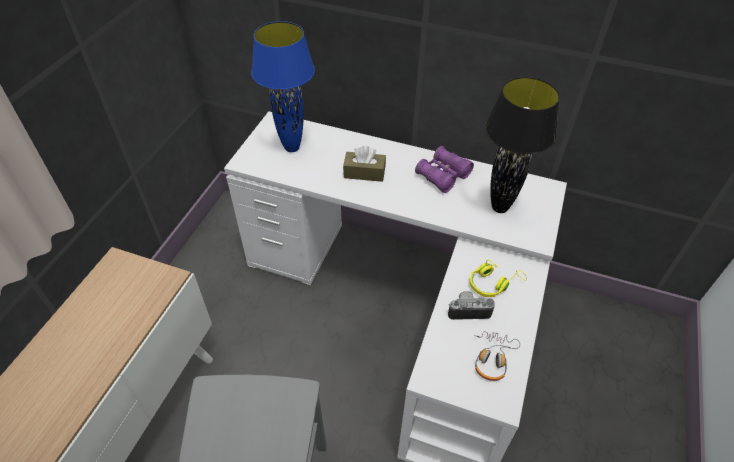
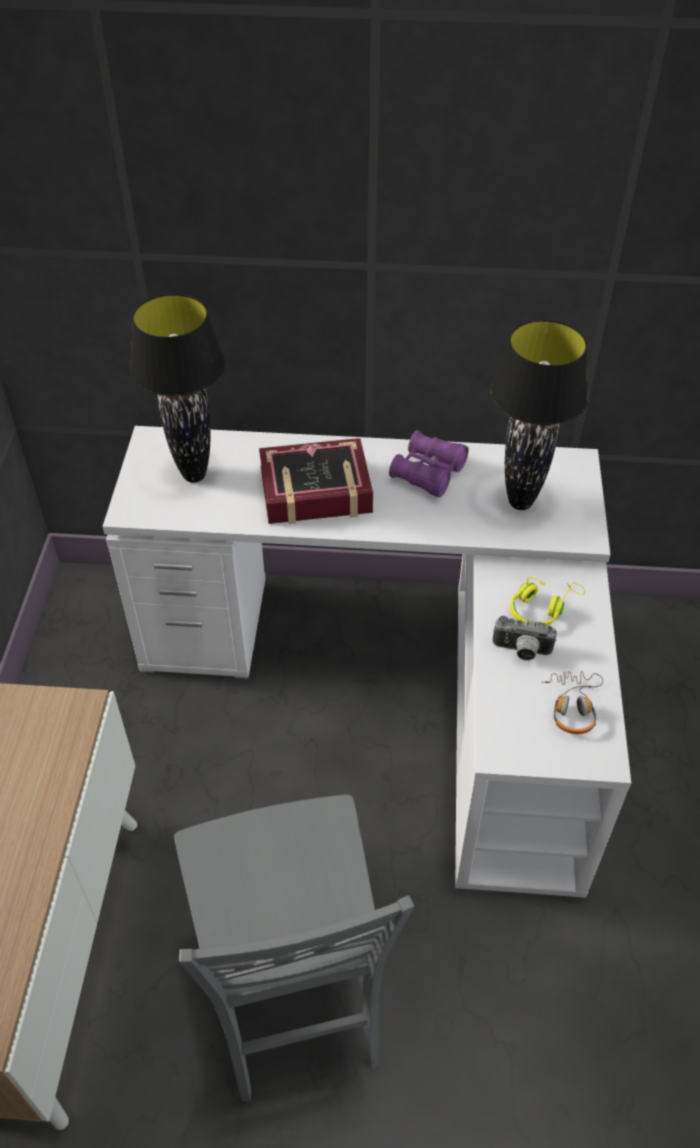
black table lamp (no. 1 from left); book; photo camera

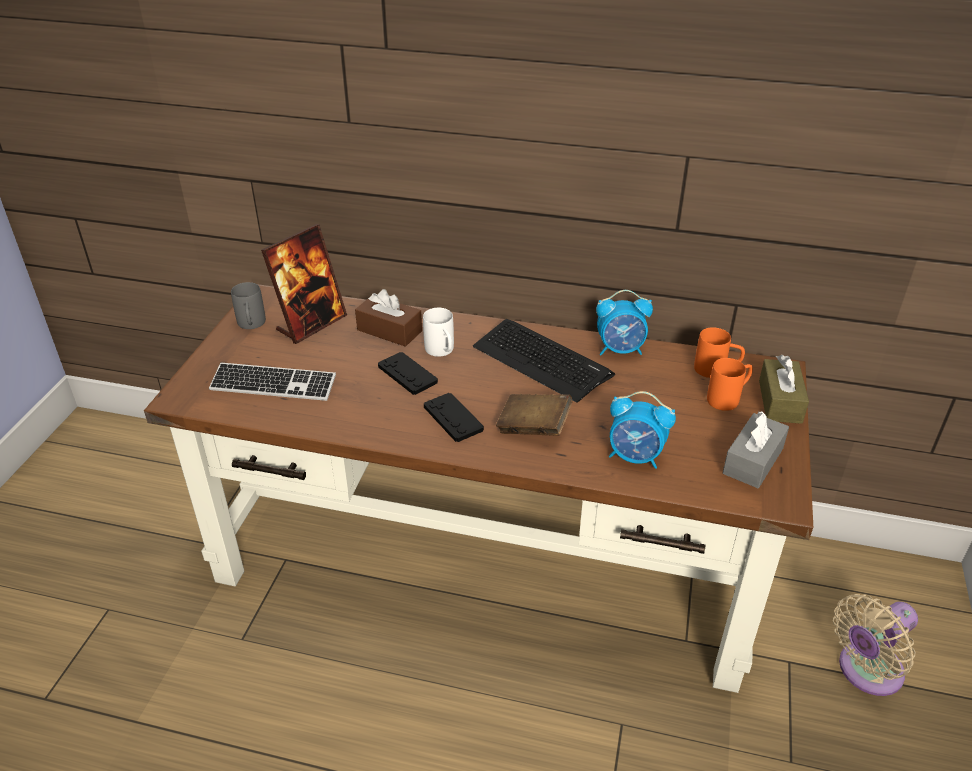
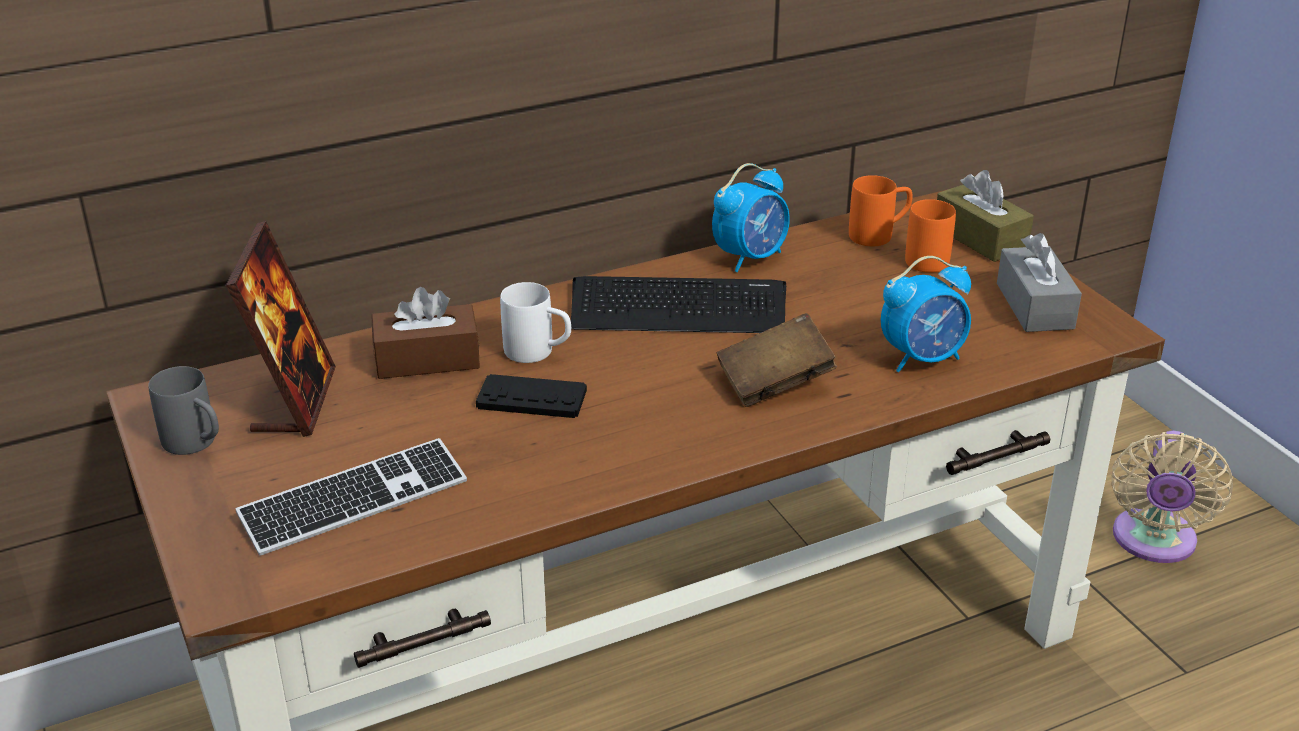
black game controller (no. 2 from left in the first image)

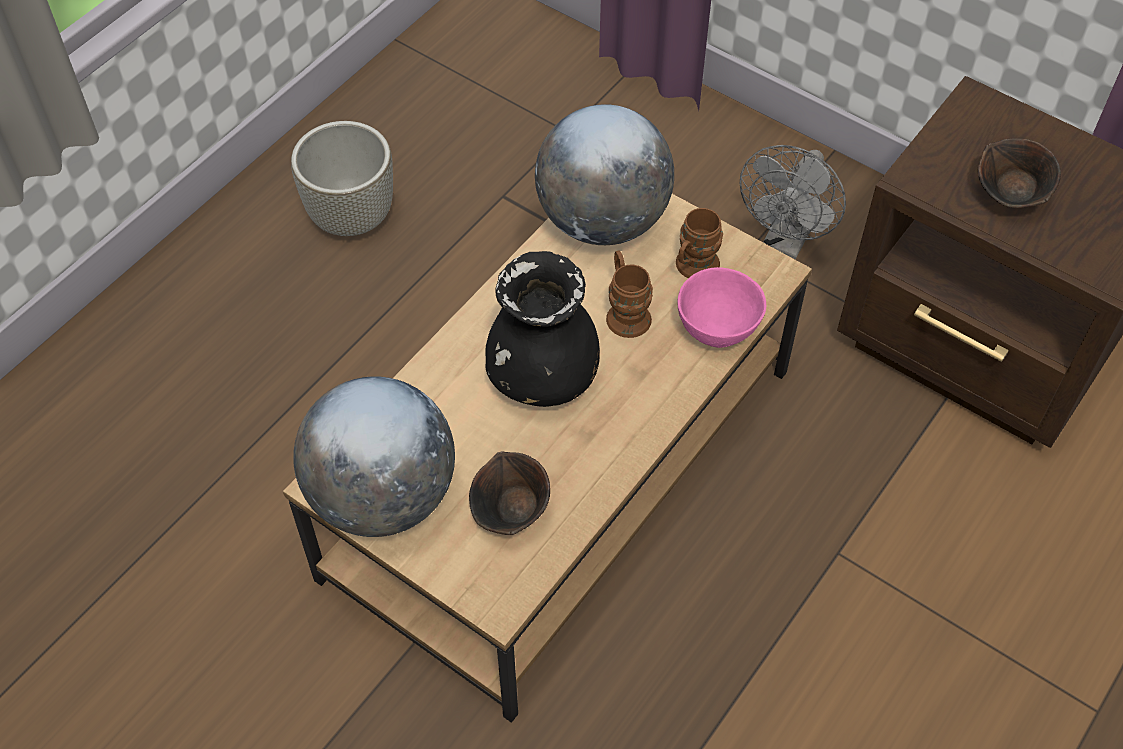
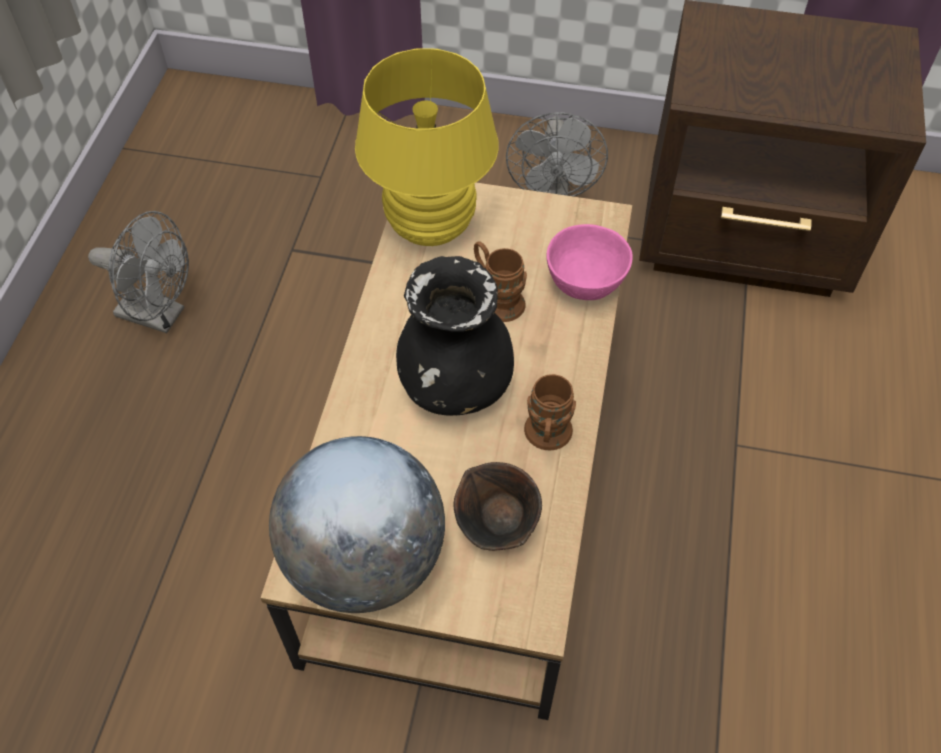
grey fan (no. 1 from left); yellow table lamp; brown mug (no. 2 from left); brown bowl (no. 2 from left in the first image)

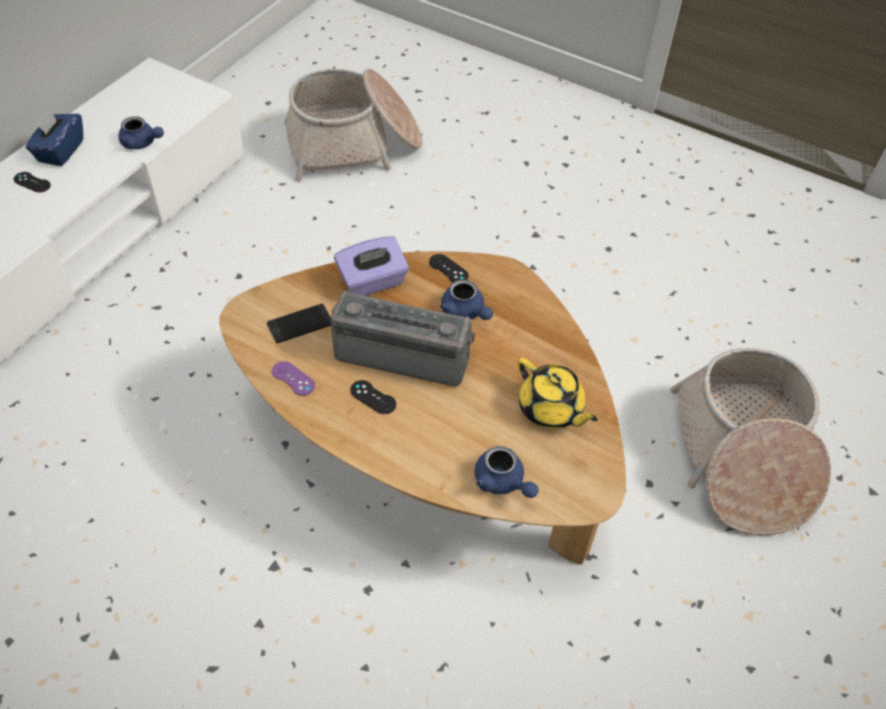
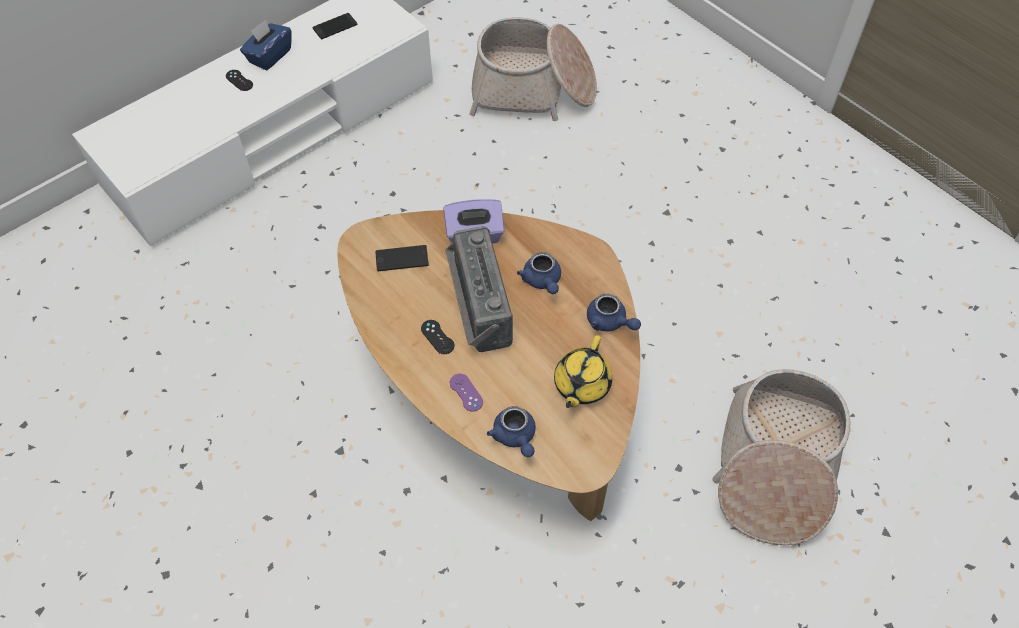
phone (no. 1 from left); radio; purple game controller; yellow teapot; blue teapot (no. 3 from left); black game controller (no. 3 from left in the first image)

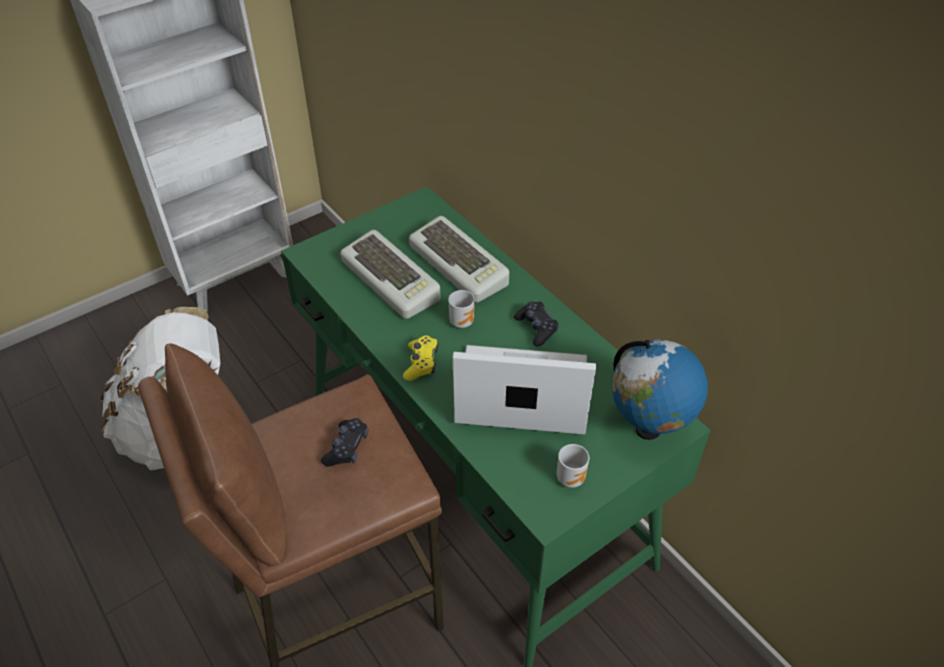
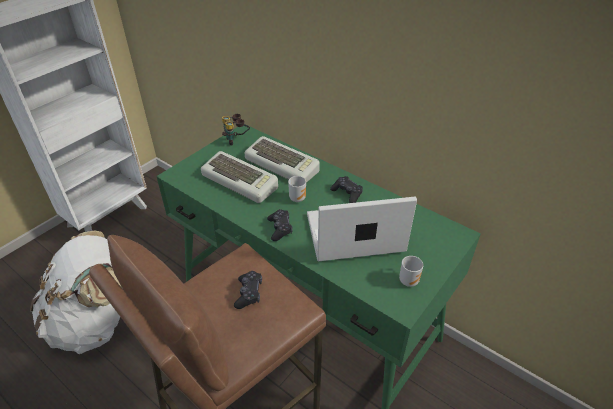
binoculars; black game controller (no. 2 from left); globe

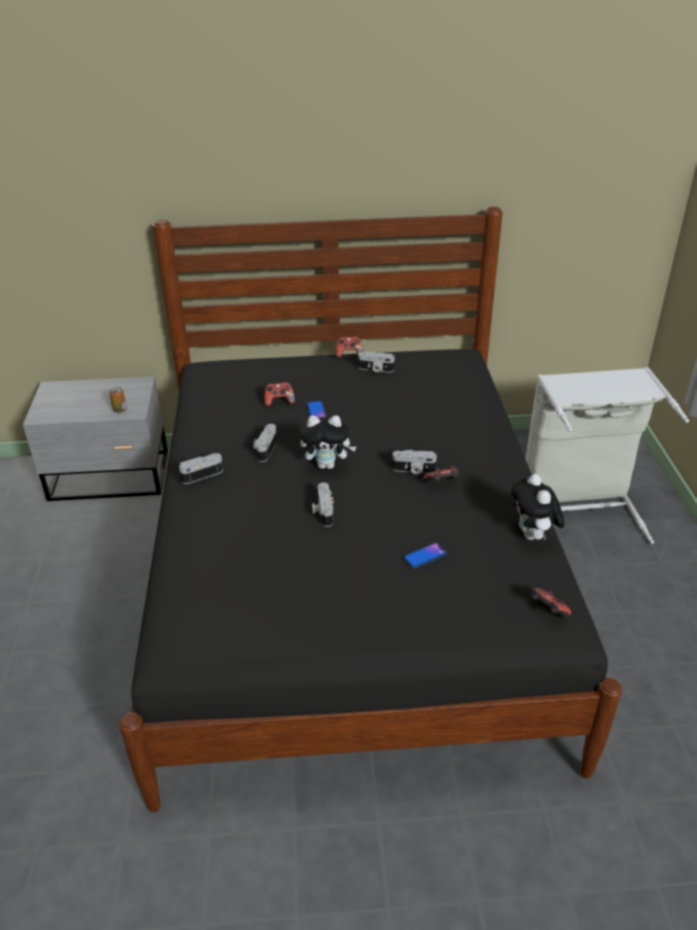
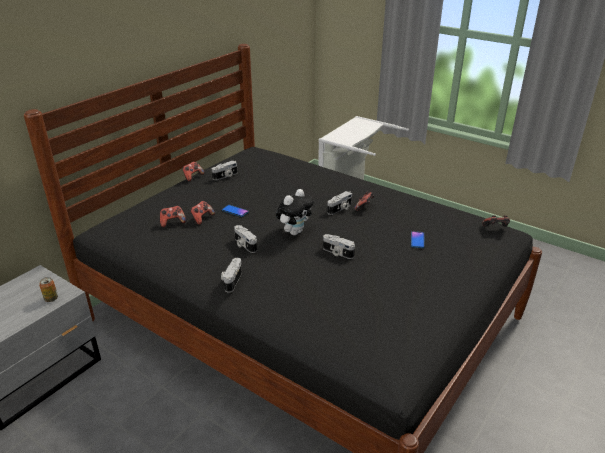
game controller (no. 1 from left); plush toy (no. 2 from left in the first image)

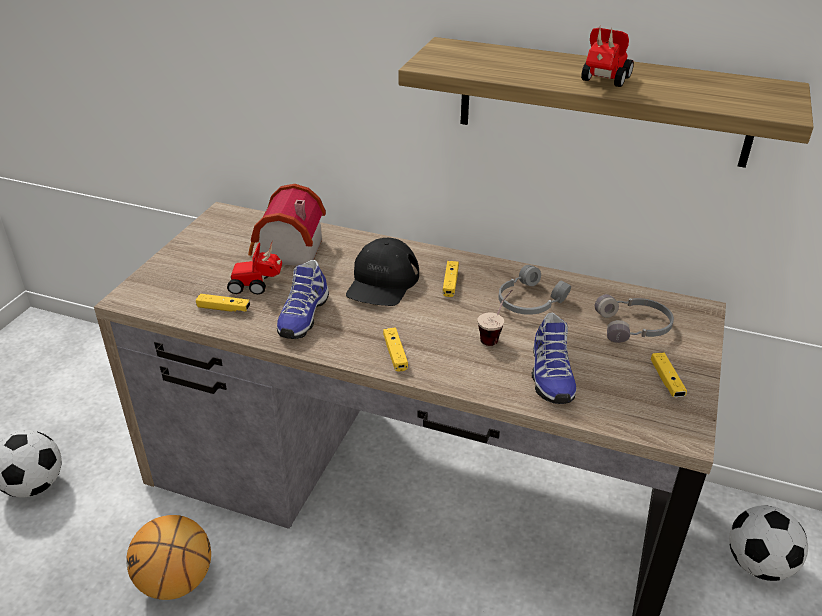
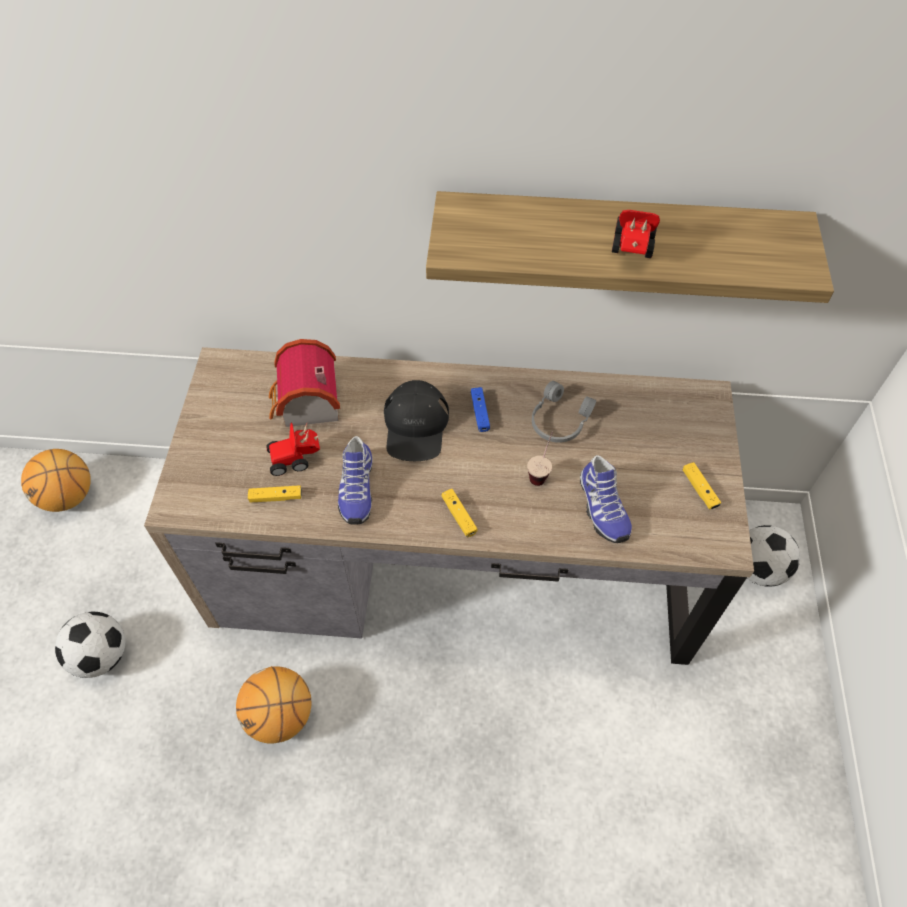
basketball (no. 1 from left); blue game controller; grey headphones (no. 2 from left in the first image)

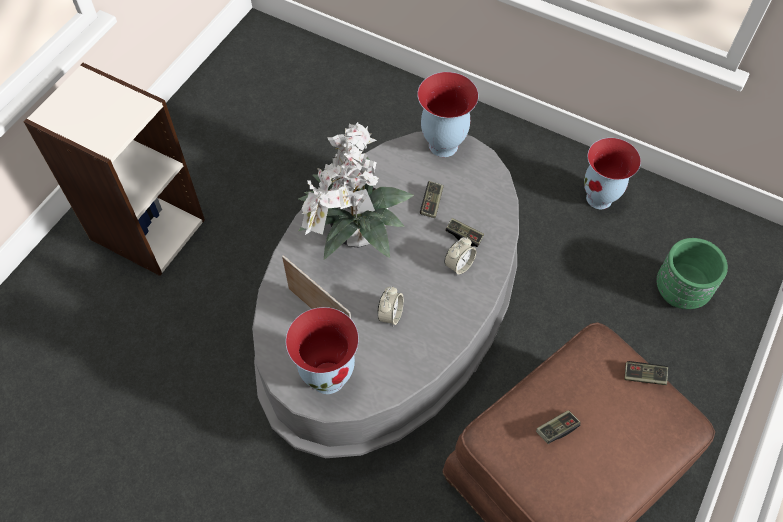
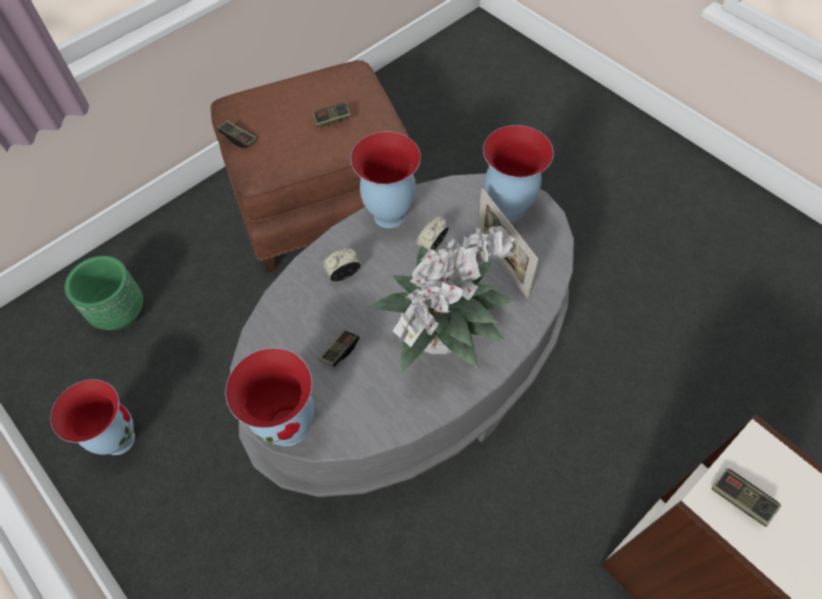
vase (no. 3 from left); game controller (no. 4 from left)

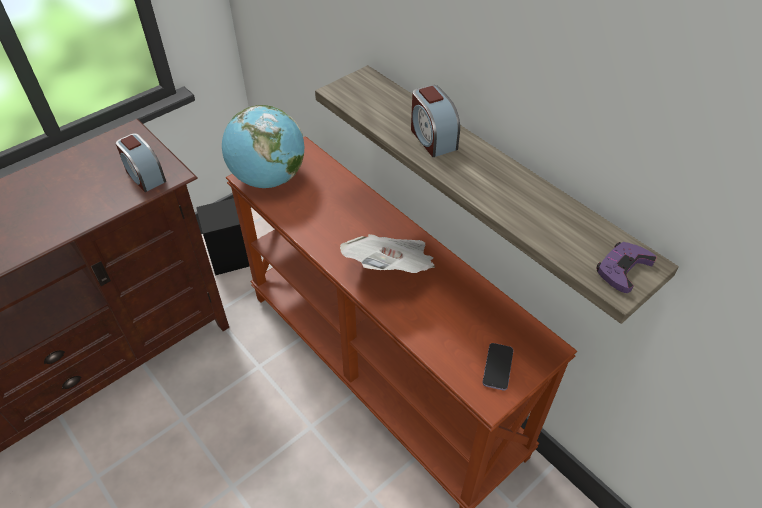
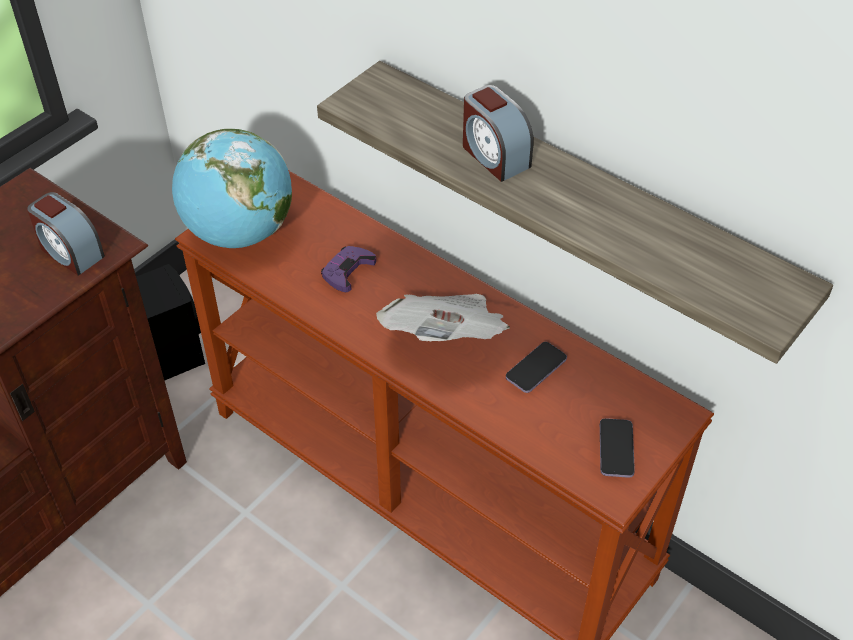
purple game controller; phone (no. 1 from left)

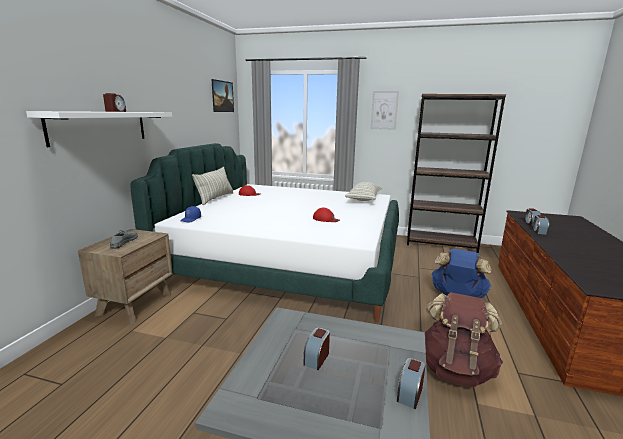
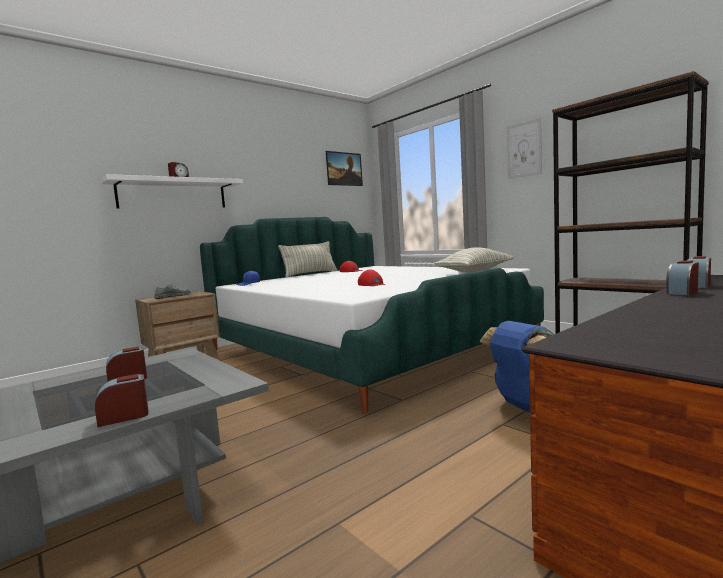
brown backpack

